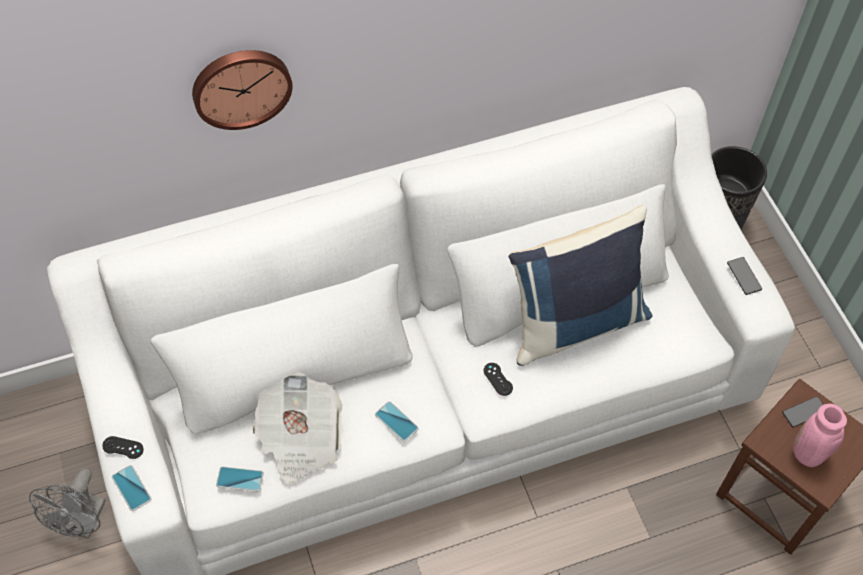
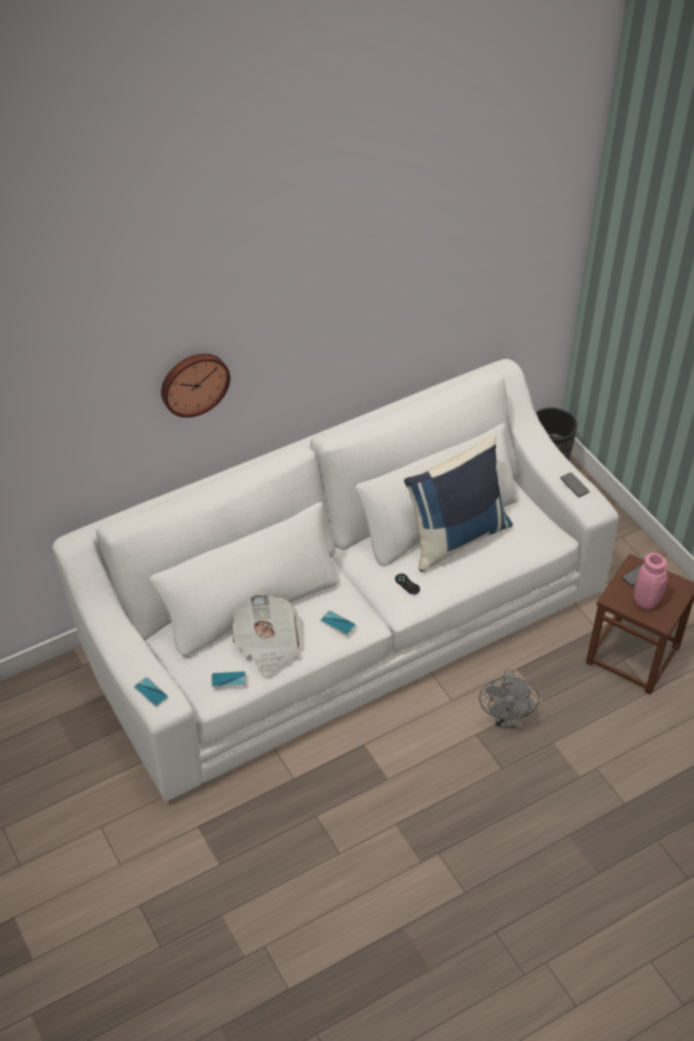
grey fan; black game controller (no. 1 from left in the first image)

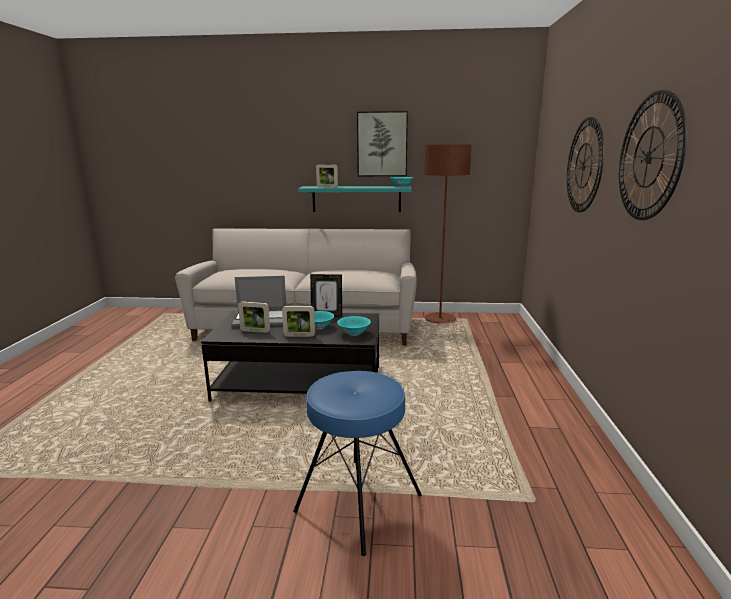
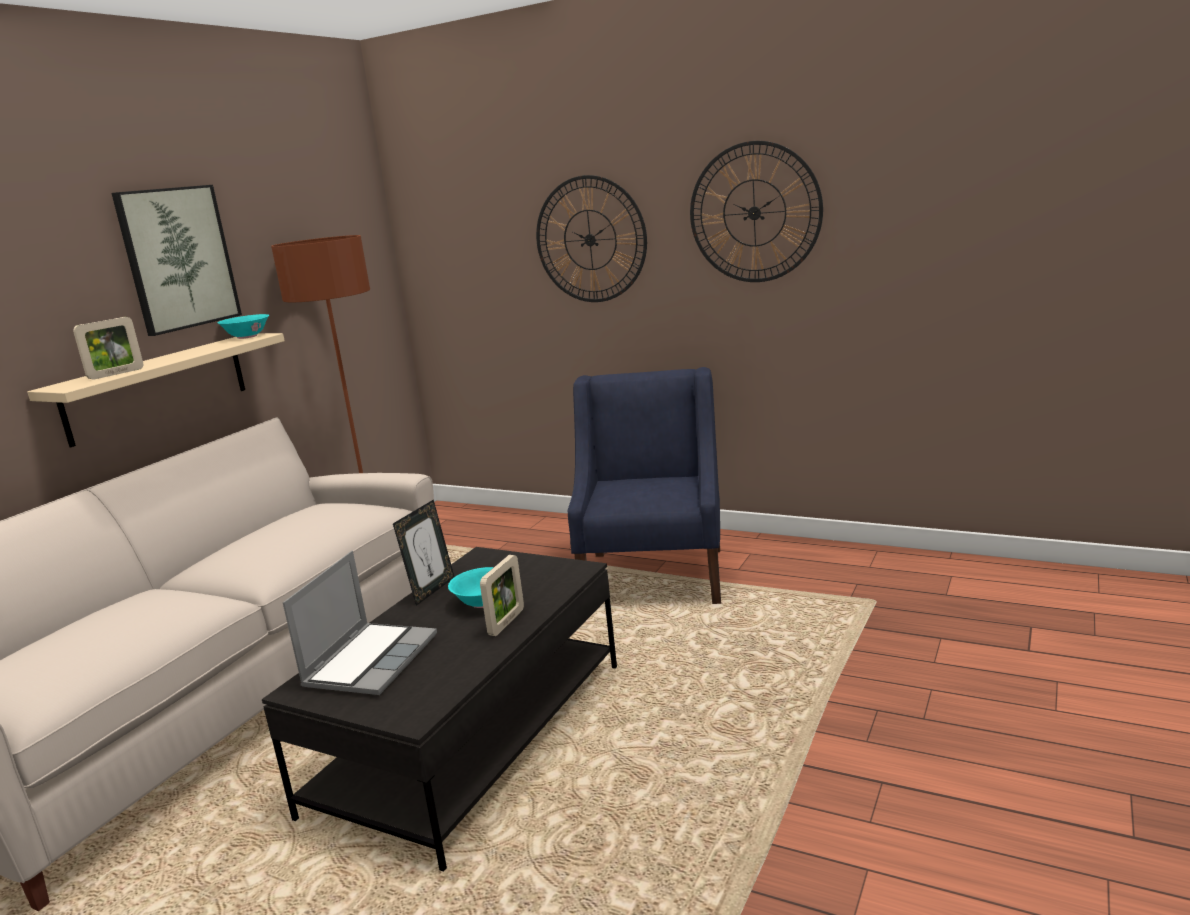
beige shelf; blue armchair; picture frame (no. 1 from left in the first image); blue stool; turquoise bowl (no. 2 from left in the first image)

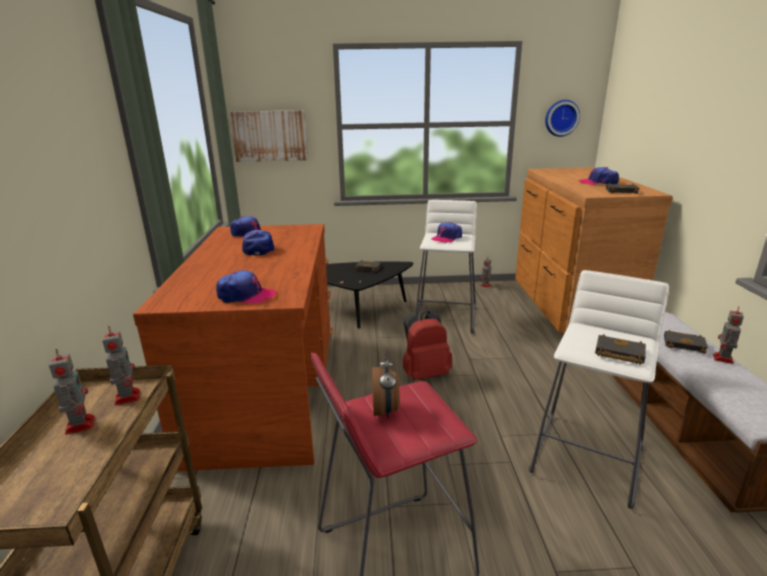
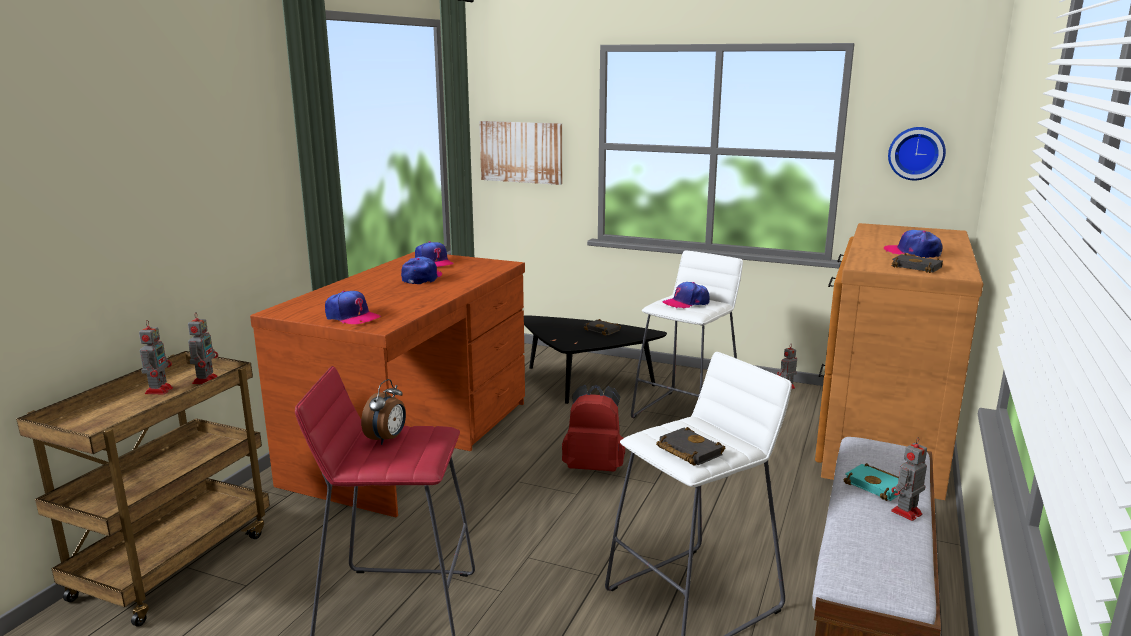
turquoise book

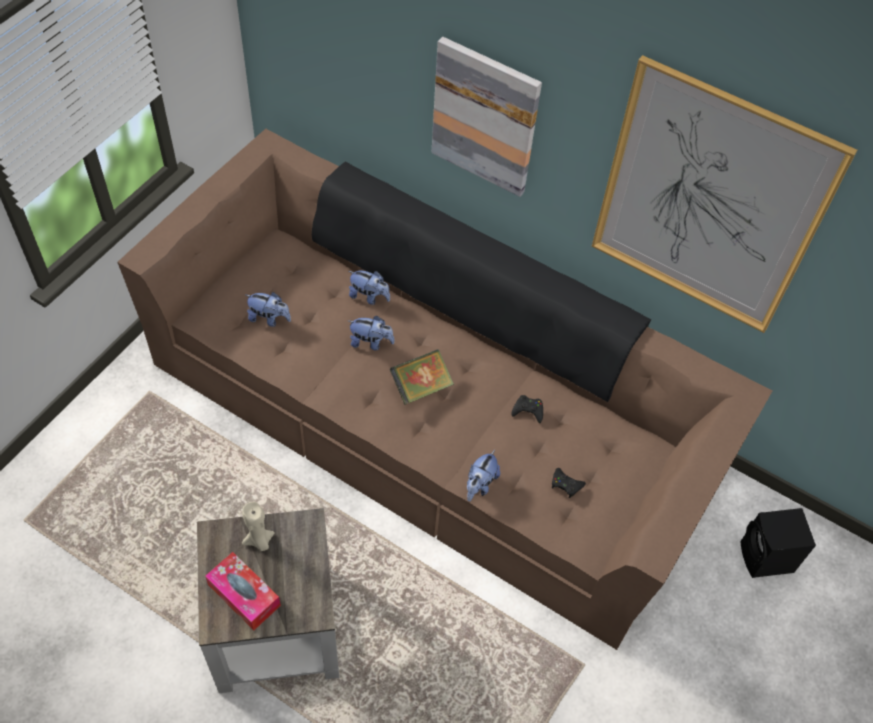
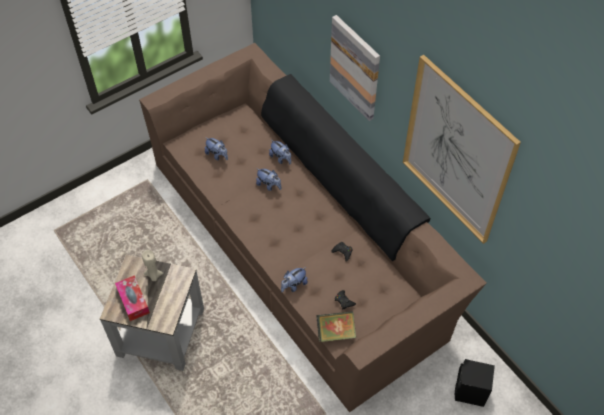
book

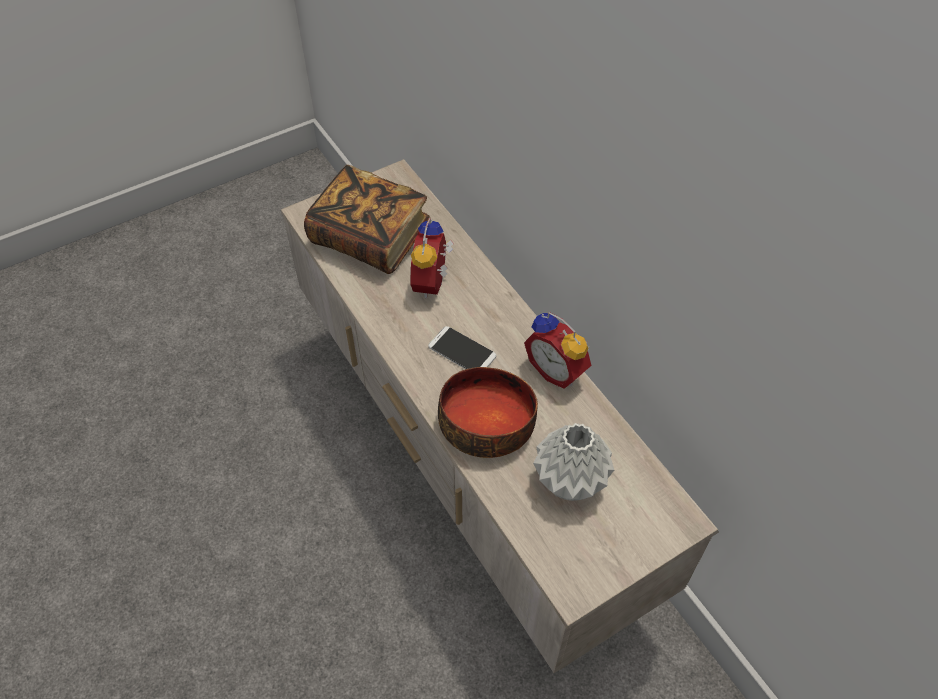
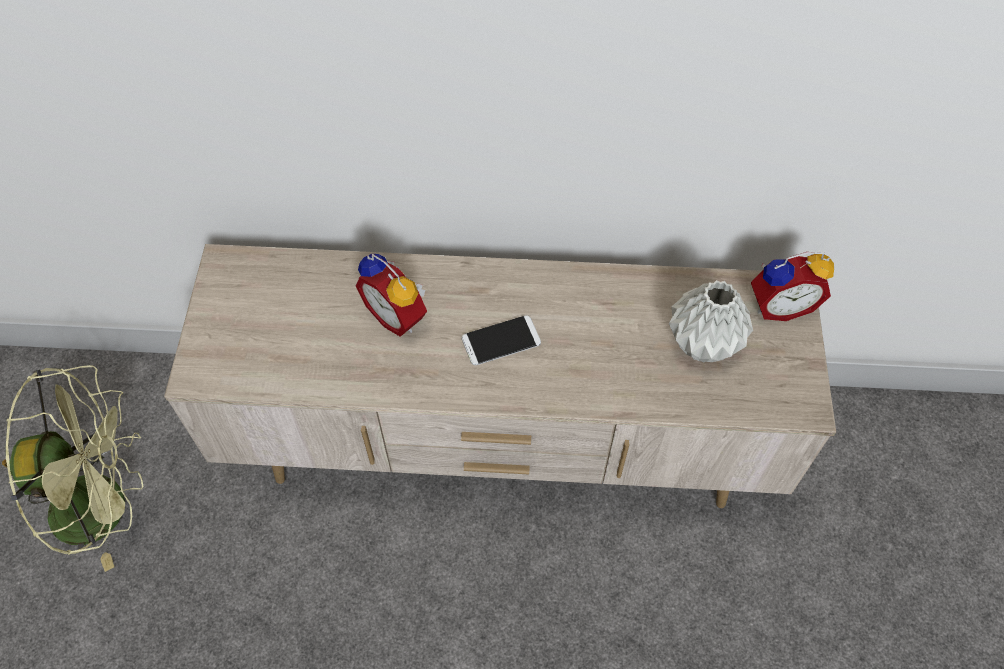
green fan; alarm clock (no. 2 from left); book; bowl

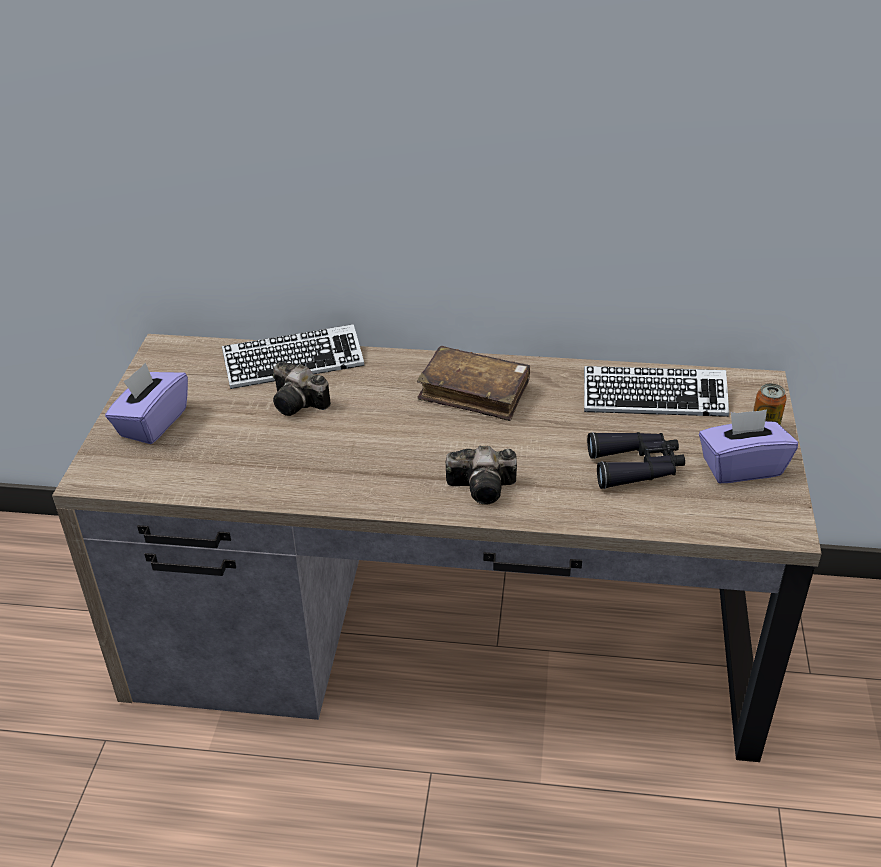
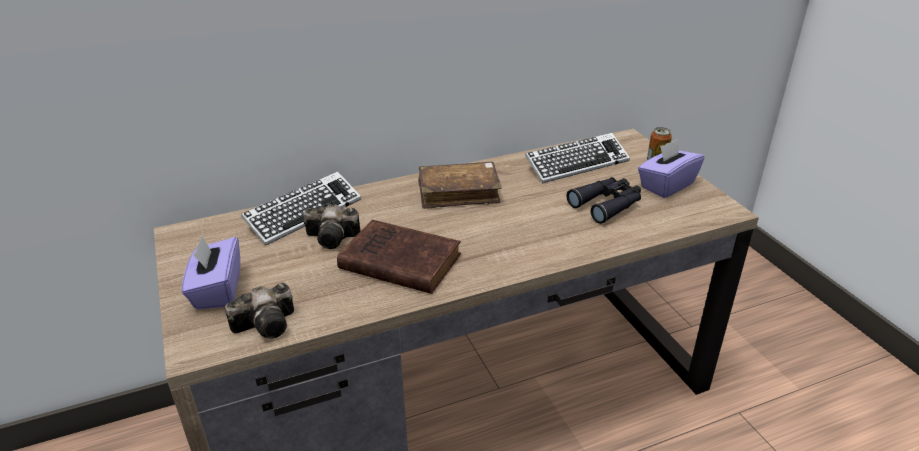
photo camera (no. 1 from left); brown book (no. 1 from left)

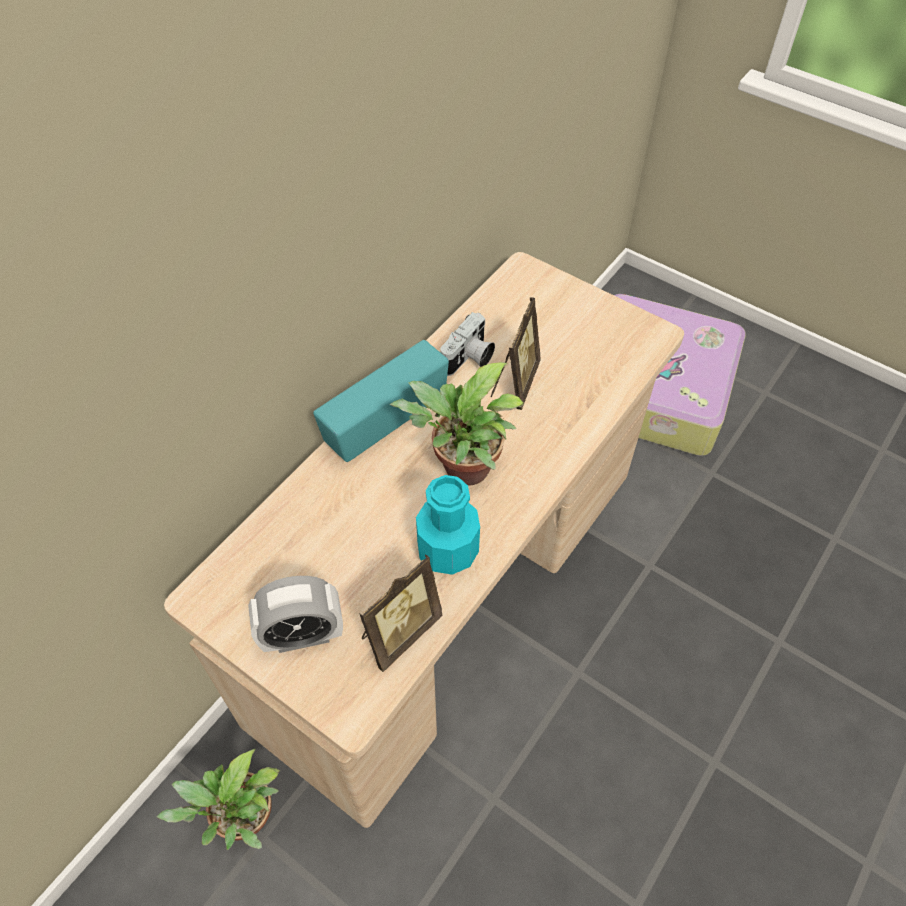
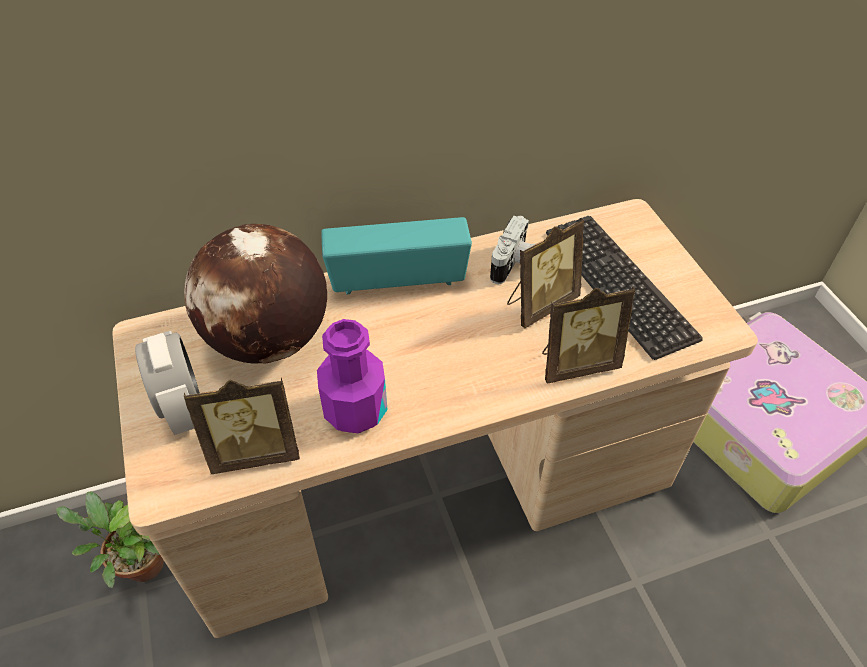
alarm clock; globe; purple bottle; photo camera; picture frame (no. 3 from left); keyboard; potted plant (no. 2 from left in the first image)

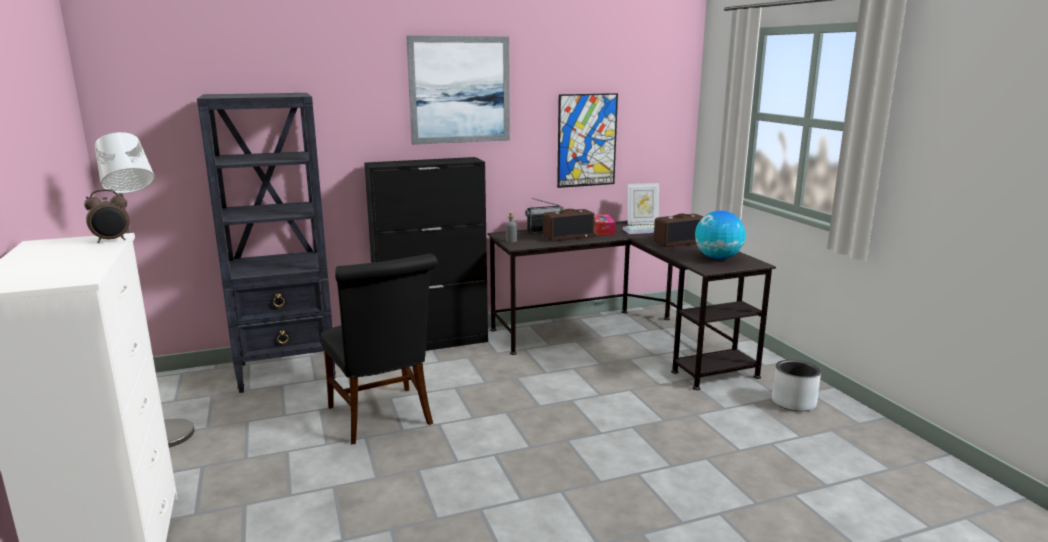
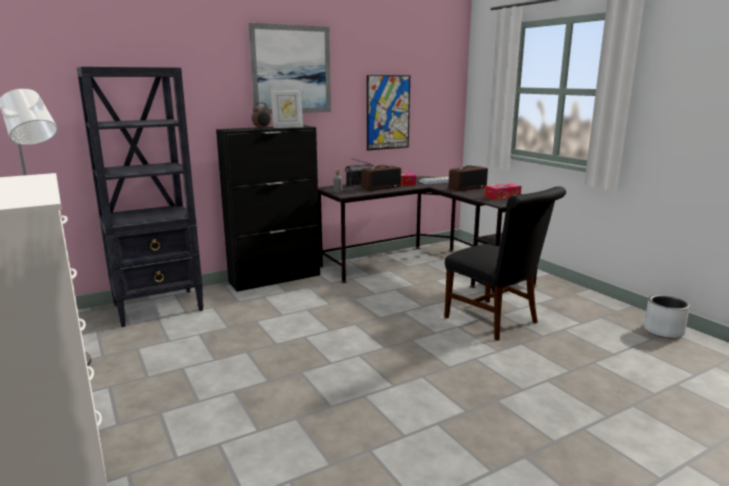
alarm clock; picture frame; black chair; tissue box (no. 2 from left); grey planter

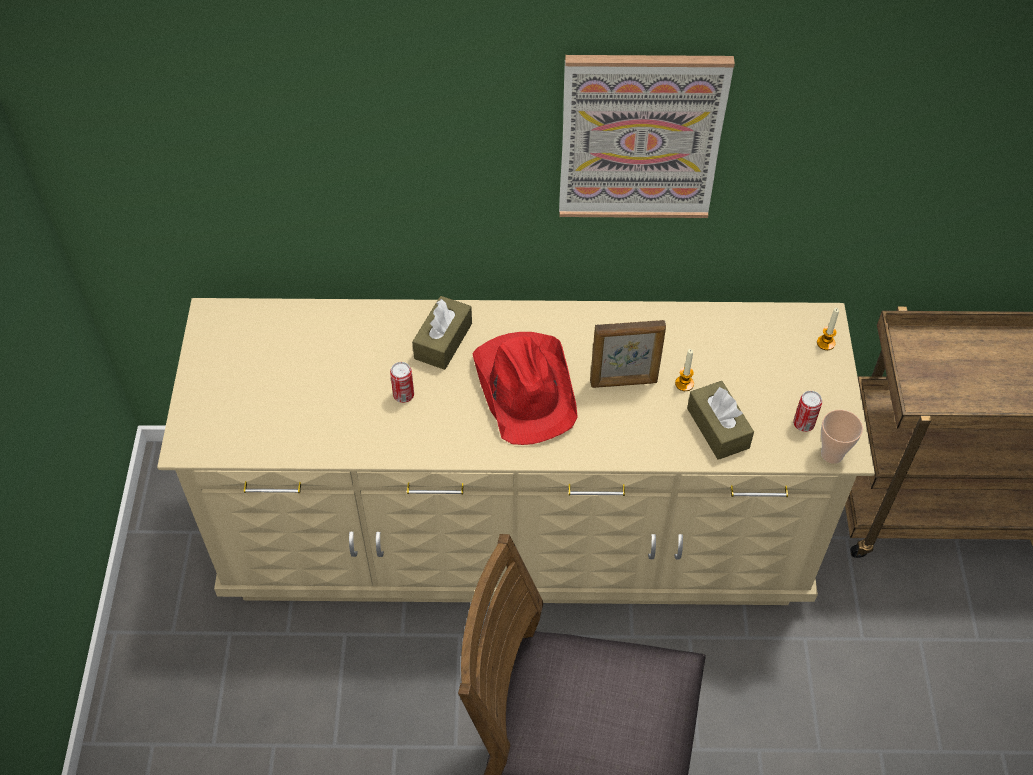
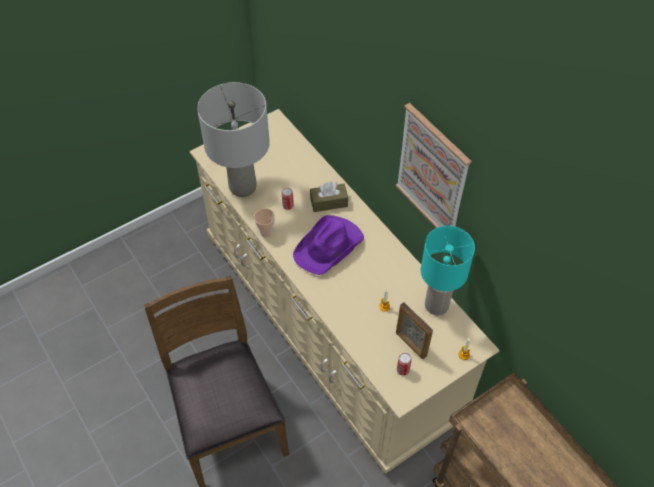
grey table lamp; cup; purple hat; picture frame; turquoise table lamp; brown tissue box (no. 2 from left in the first image)

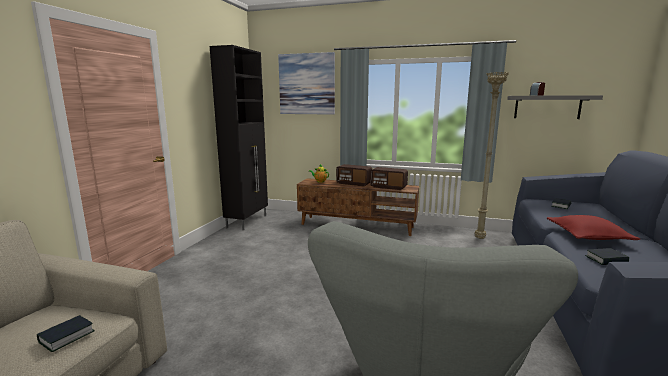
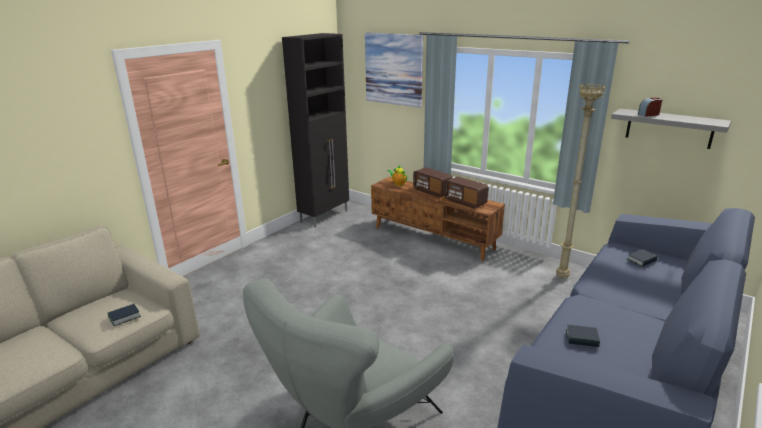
red pillow

